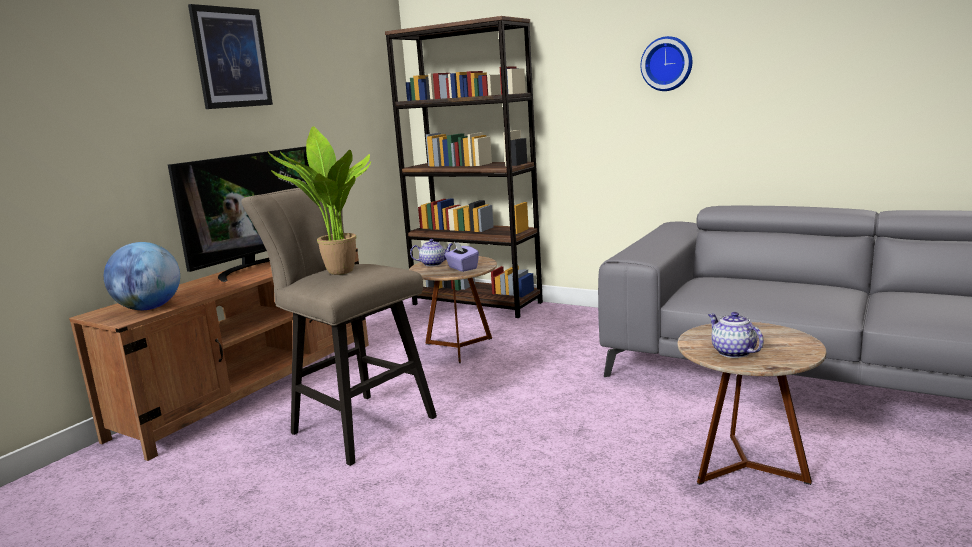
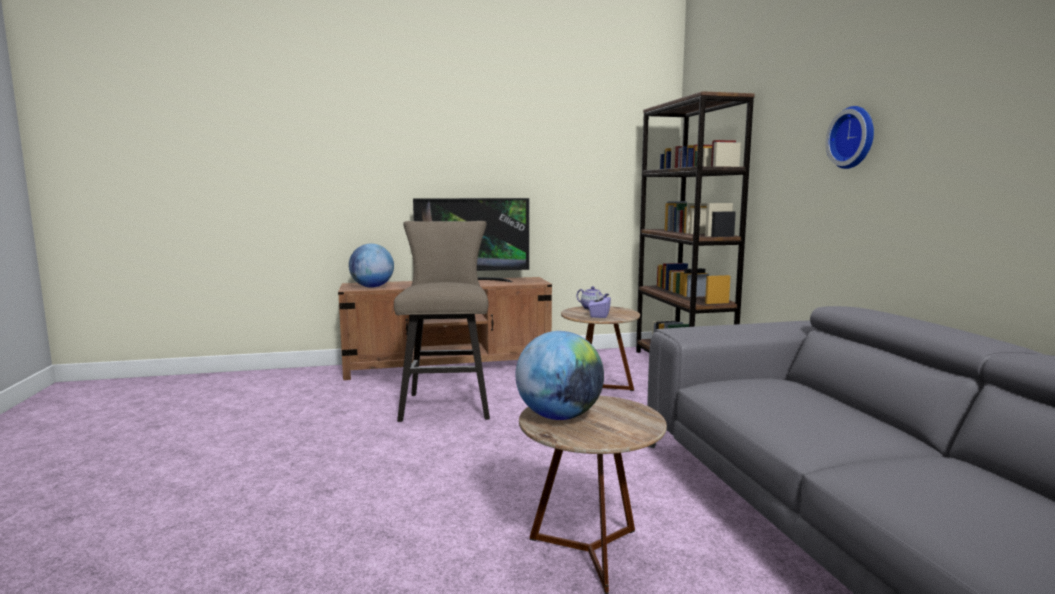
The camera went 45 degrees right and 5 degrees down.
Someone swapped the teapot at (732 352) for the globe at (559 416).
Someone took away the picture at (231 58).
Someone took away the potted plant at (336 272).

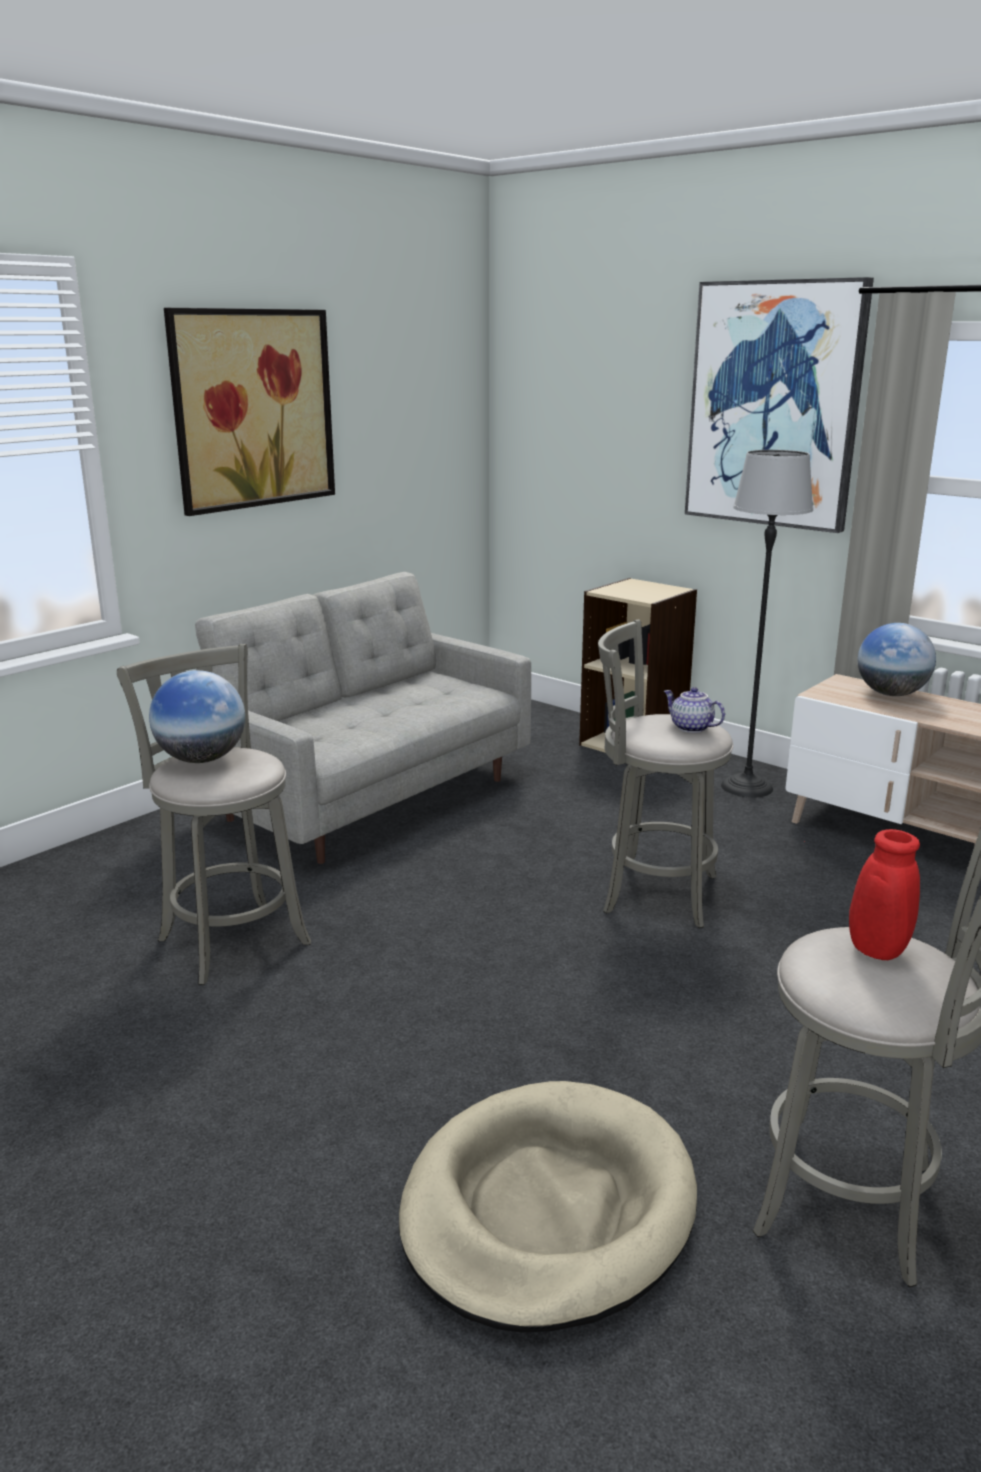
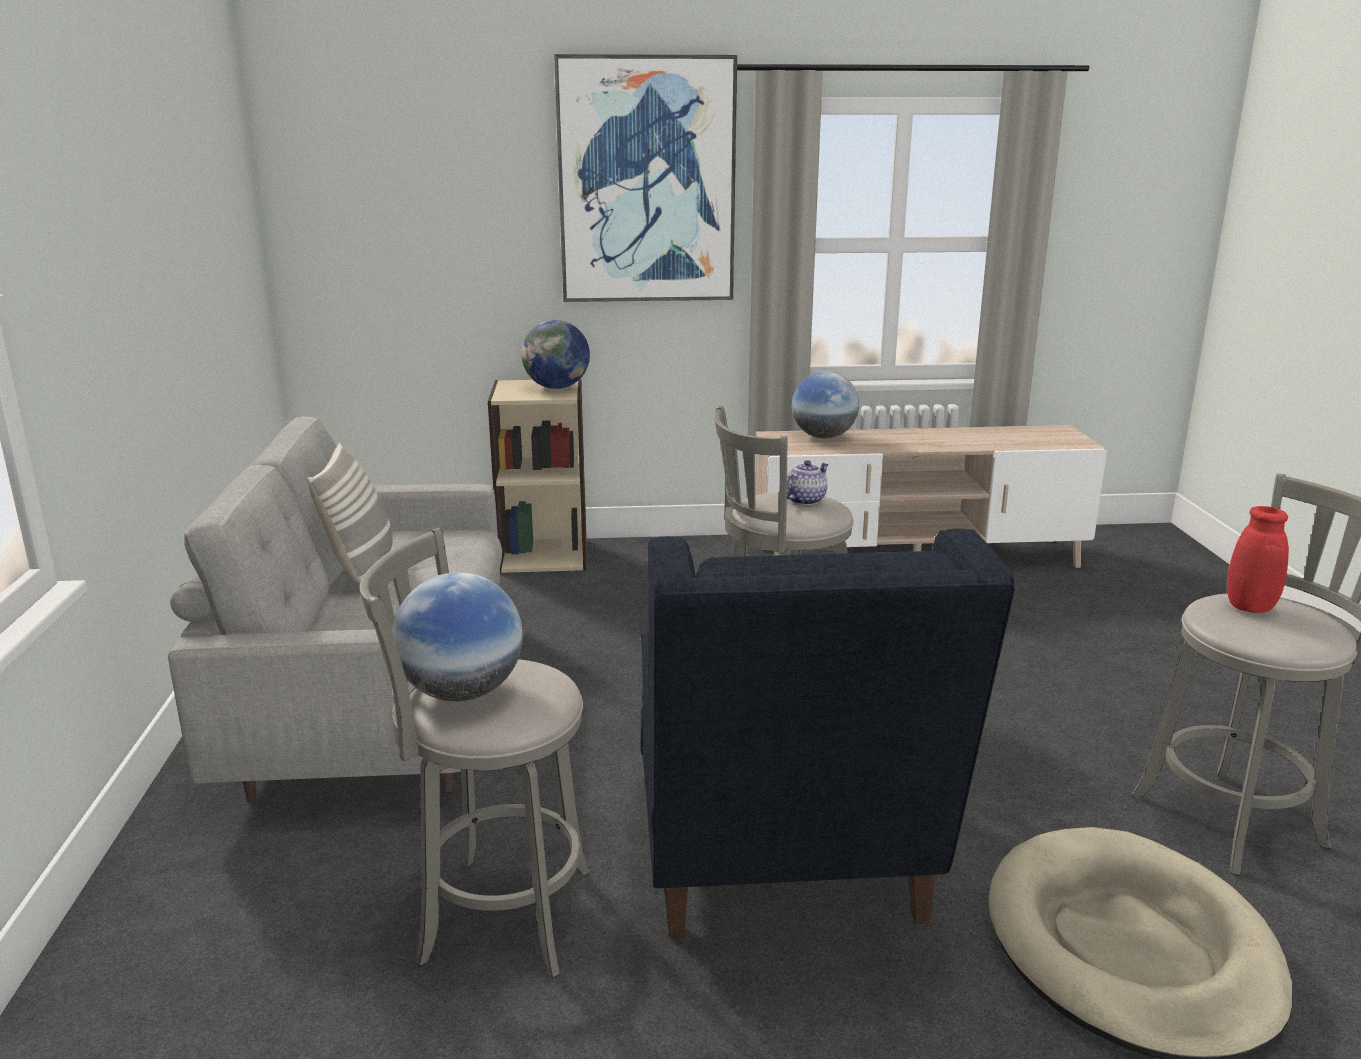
The camera went 45 degrees left and 0 degrees up.
Someone put down the pillow at (363 571).
Someone put down the globe at (557 387).
Someone put down the blue armchair at (784 864).
Someone rotated the teapot at (690 728) by 135 degrees clockwise.
Someone took away the picture at (253 409).
Someone took away the floor lamp at (747 787).

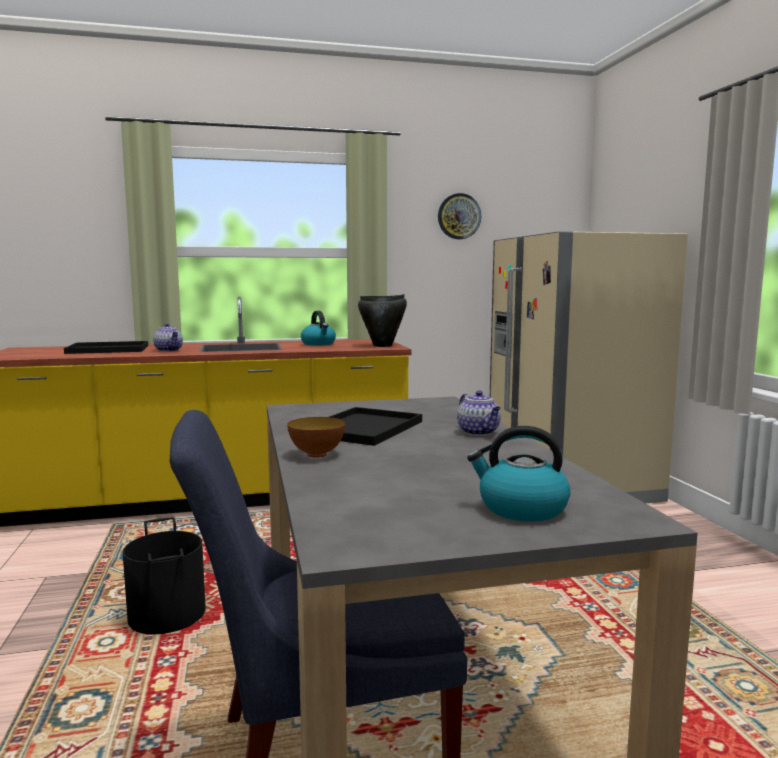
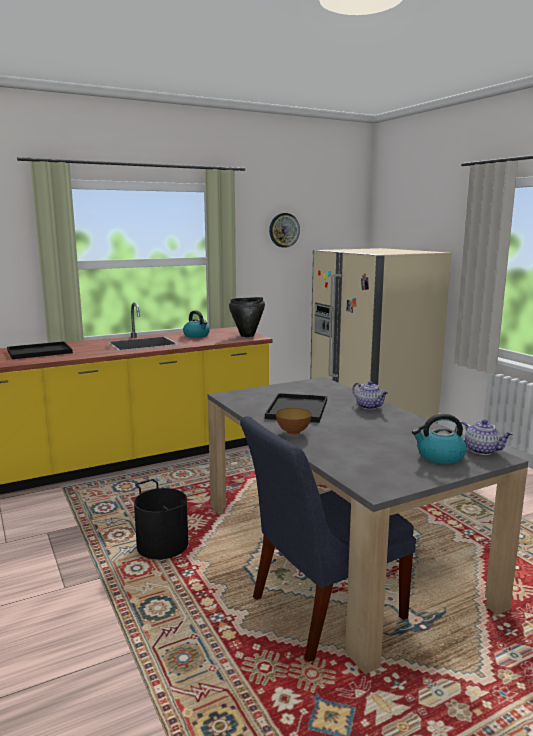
The camera went 15 degrees left and 5 degrees up.
Someone carried the teapot from (169 350) to (481 450).

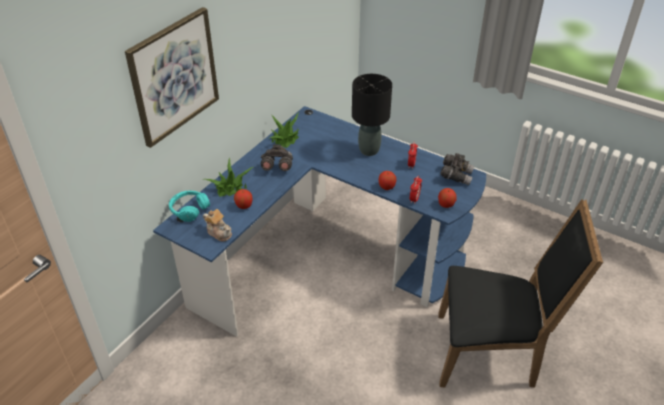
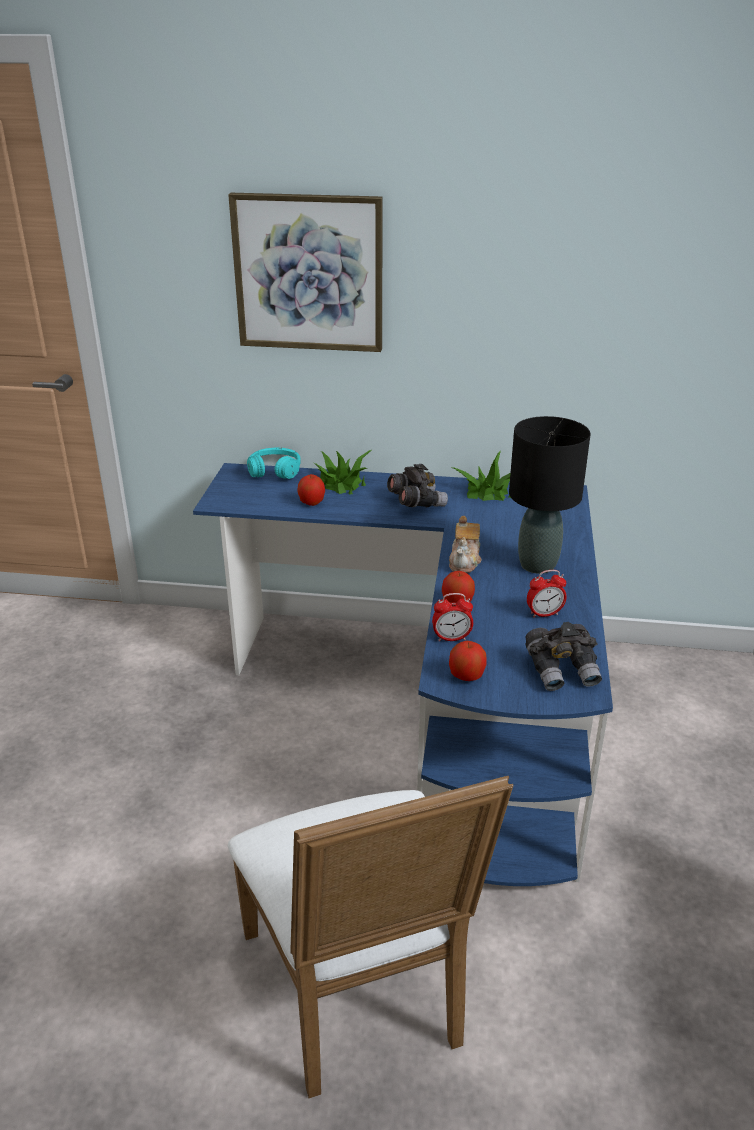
The camera went 65 degrees right and 10 degrees down.
Someone repainted the black chair at (491 353), which became the white chair at (360 995).
Someone carried the teapot from (219 232) to (465 561).

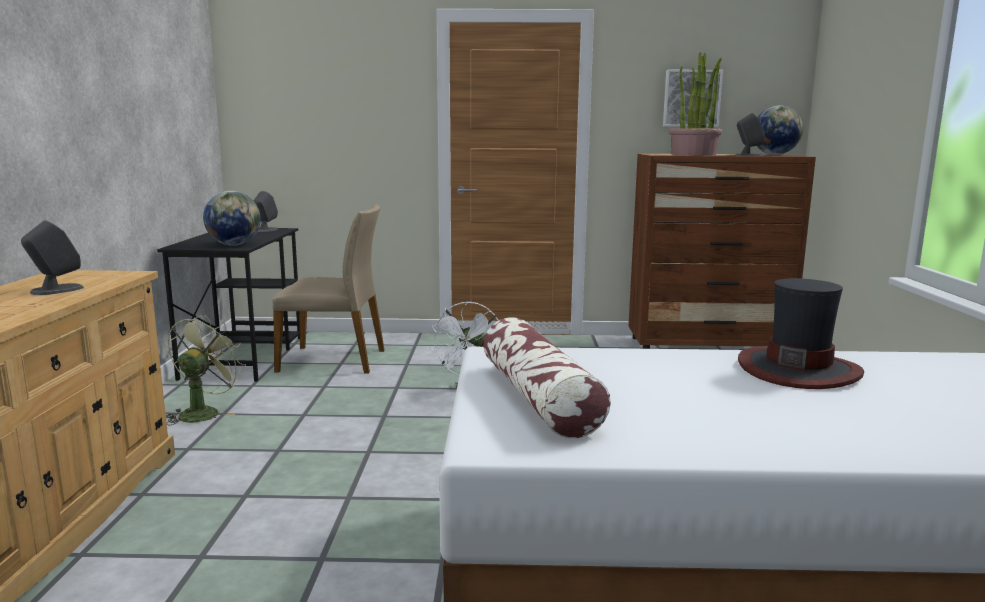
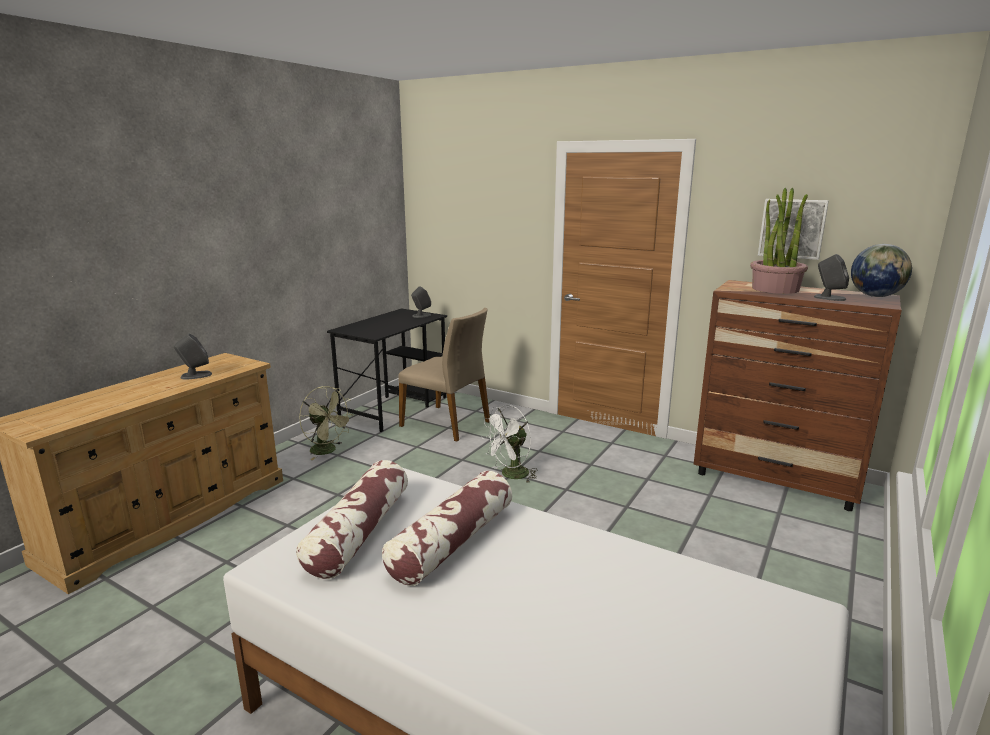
The camera went 30 degrees right and 5 degrees up.
Someone rotated the green fan at (204 412) by 75 degrees clockwise.
Someone put down the pillow at (452 542).
Someone took away the globe at (234 245).
Someone took away the hat at (798 369).

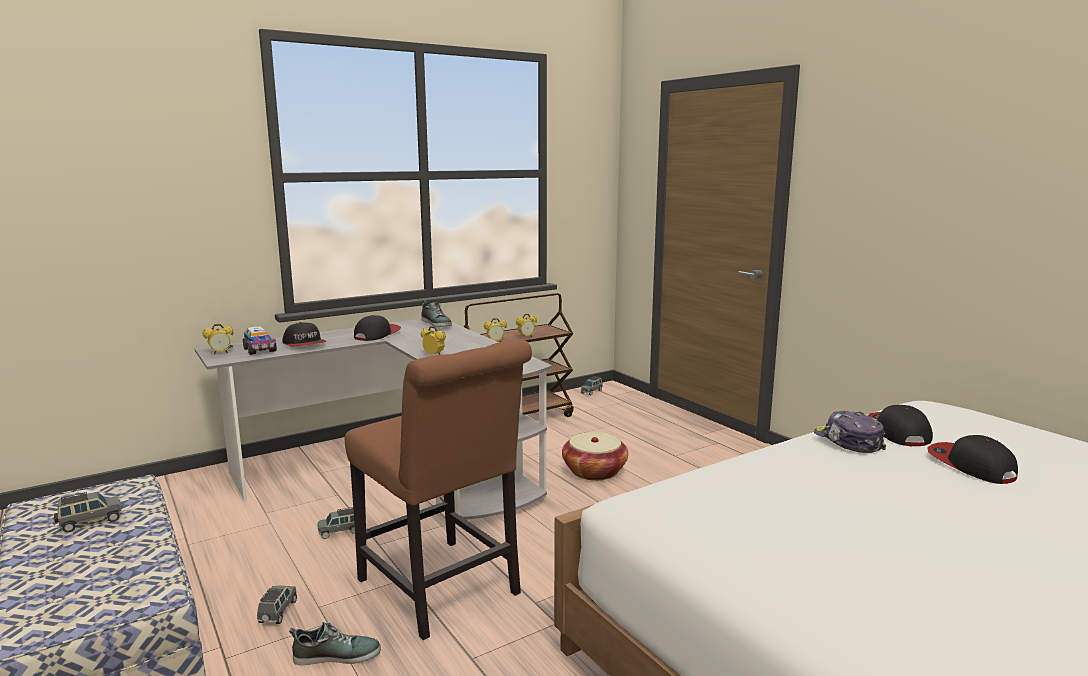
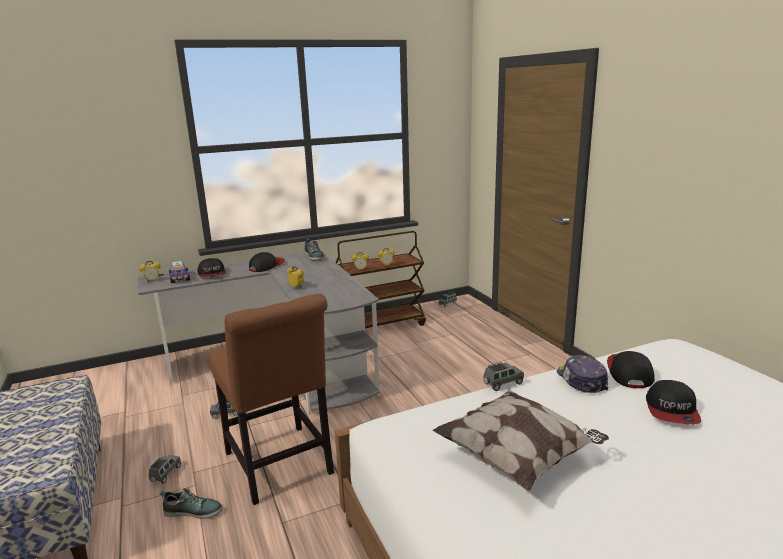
The camera went 10 degrees right and 5 degrees up.
Someone put down the pillow at (518 458).
Someone carried the grey toy car from (90 522) to (502 384).
Someone rotated the cap at (970 466) by 150 degrees counterclockwise.
Someone took away the basket at (594 471).

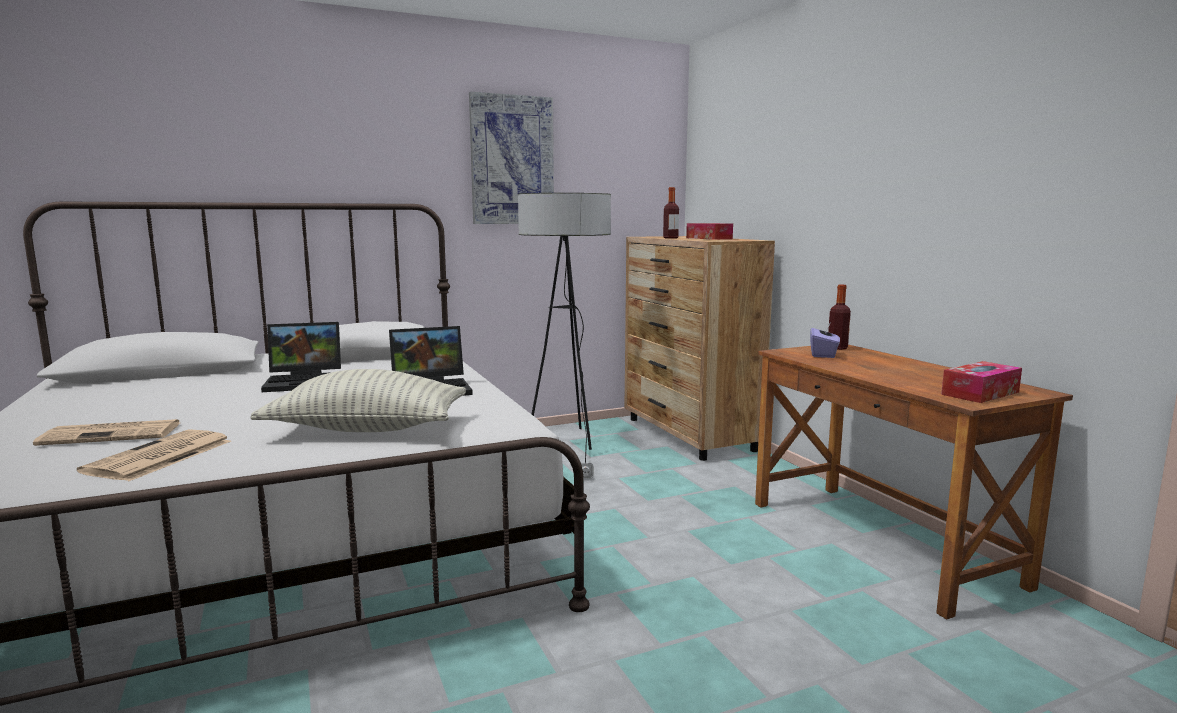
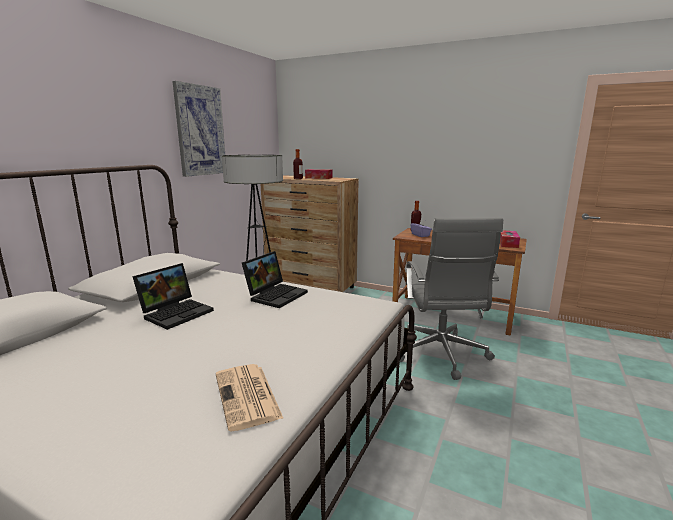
The camera went 40 degrees left and 5 degrees up.
Someone put down the grey office chair at (441 354).
Someone took away the newspaper at (114 434).
Someone took away the pillow at (368 429).

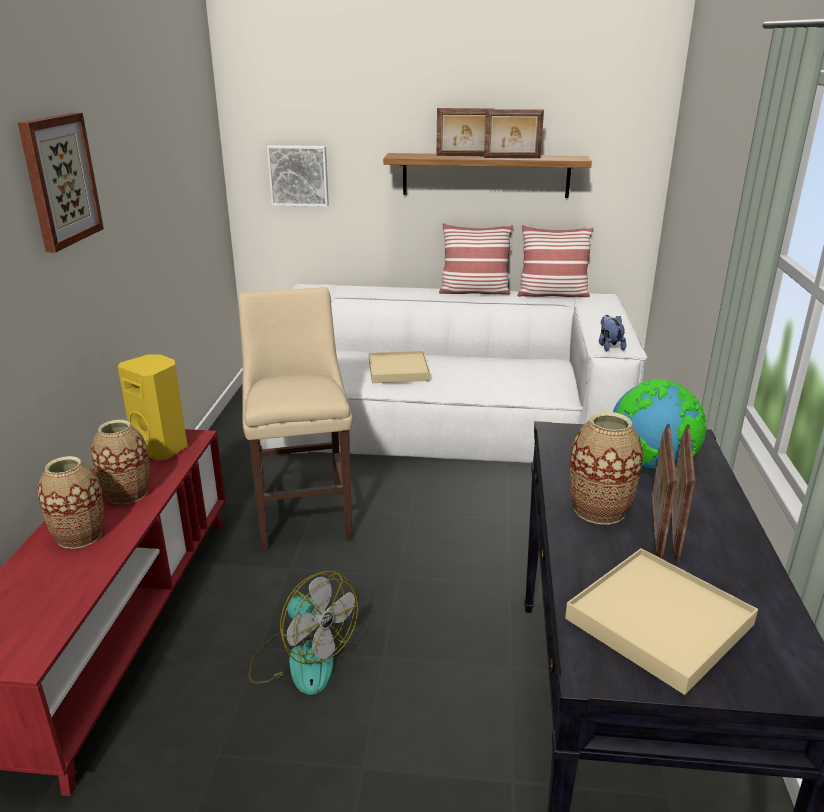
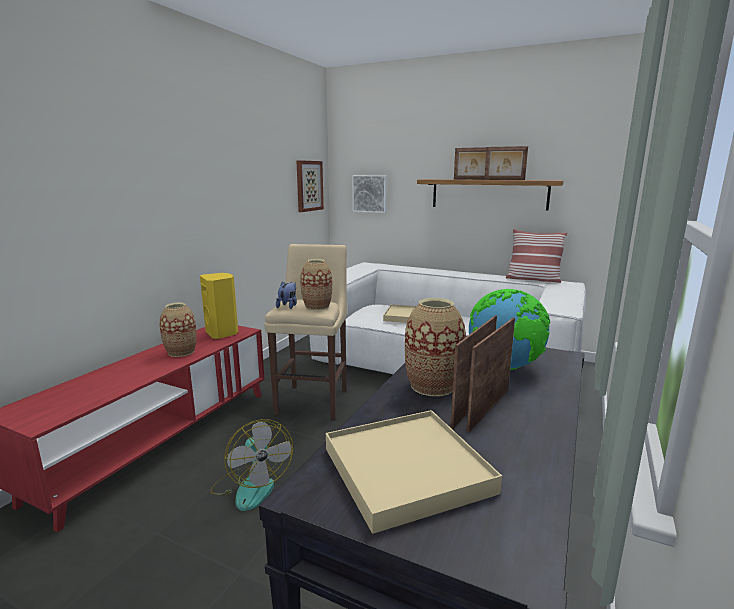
The camera went 20 degrees right and 10 degrees down.
Someone carried the plush toy from (609 346) to (288 306).
Someone carried the picture from (59 180) to (309 186).
Someone carried the vase from (80 536) to (317 306).
Someone took away the pillow at (474 292).

